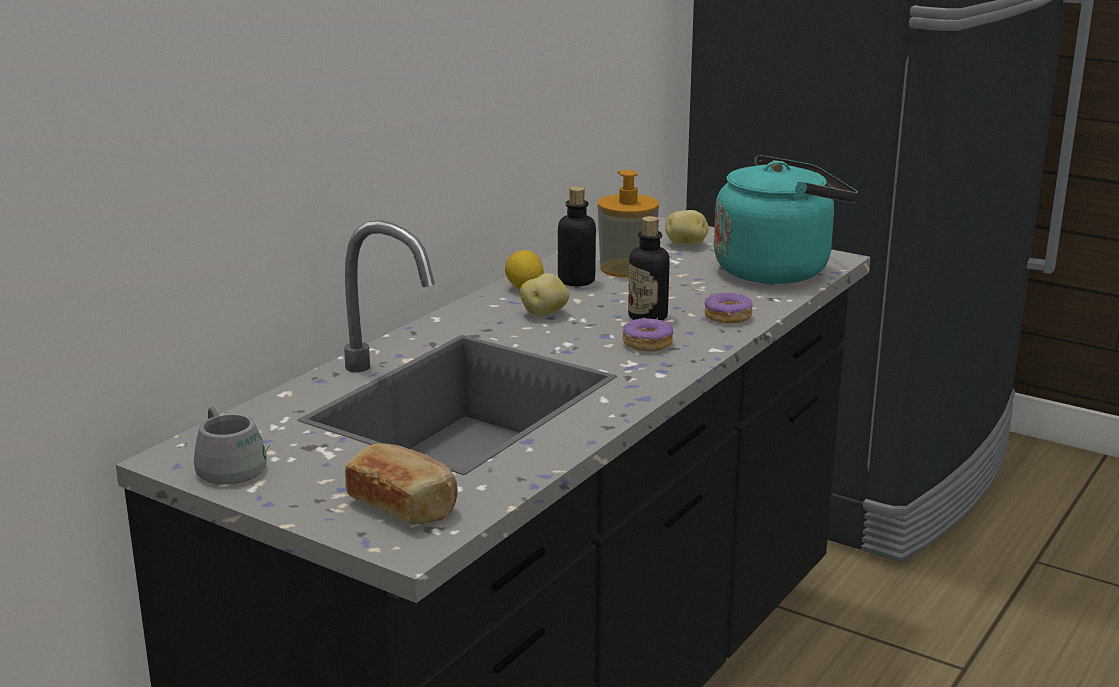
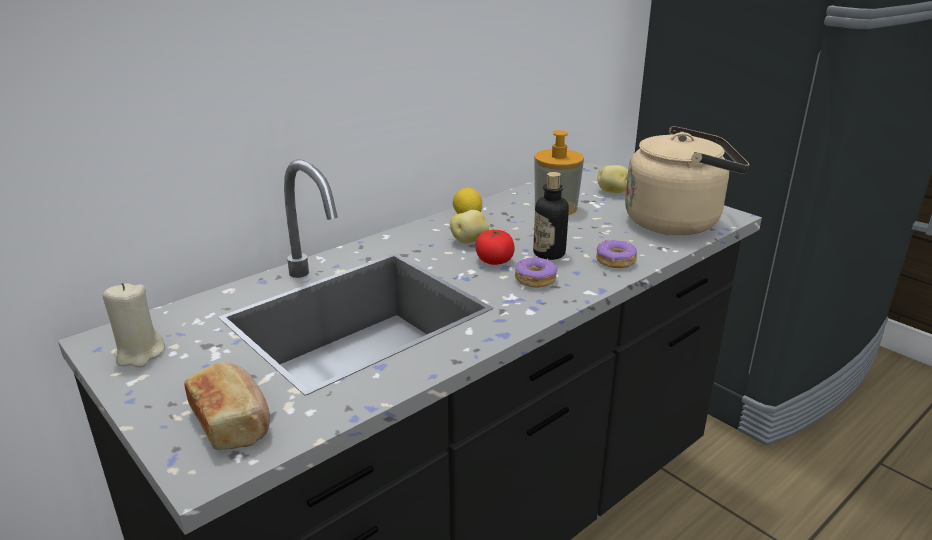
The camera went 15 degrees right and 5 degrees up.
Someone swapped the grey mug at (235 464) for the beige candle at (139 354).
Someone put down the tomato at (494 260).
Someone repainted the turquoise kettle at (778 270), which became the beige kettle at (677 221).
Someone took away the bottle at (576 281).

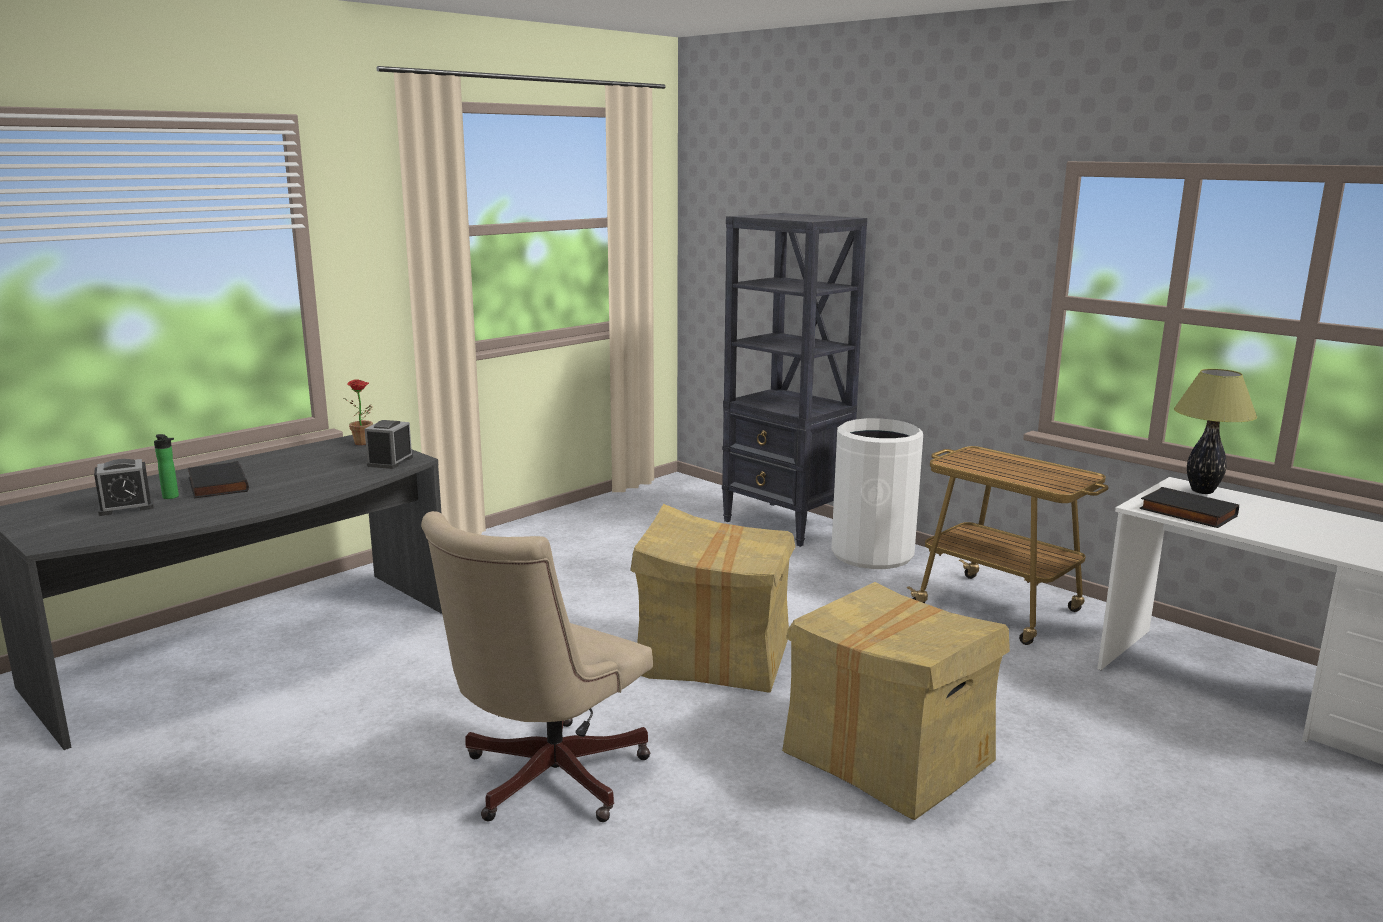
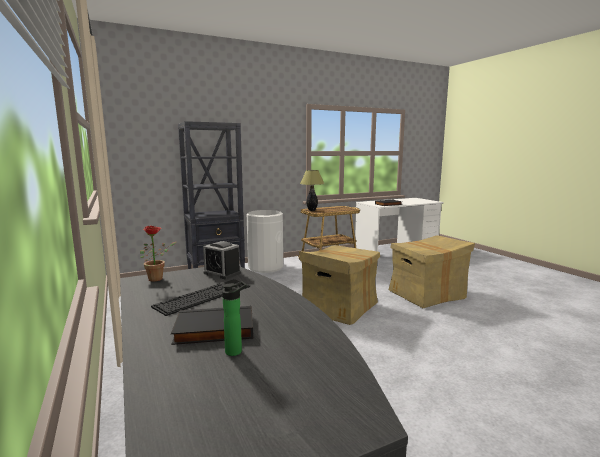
The camera went 70 degrees left and 5 degrees down.
Someone put down the keyboard at (204 296).
Someone carried the table lamp from (1202 491) to (312 210).
Someone took away the alarm clock at (126 507).
Someone took away the beige office chair at (544 780).

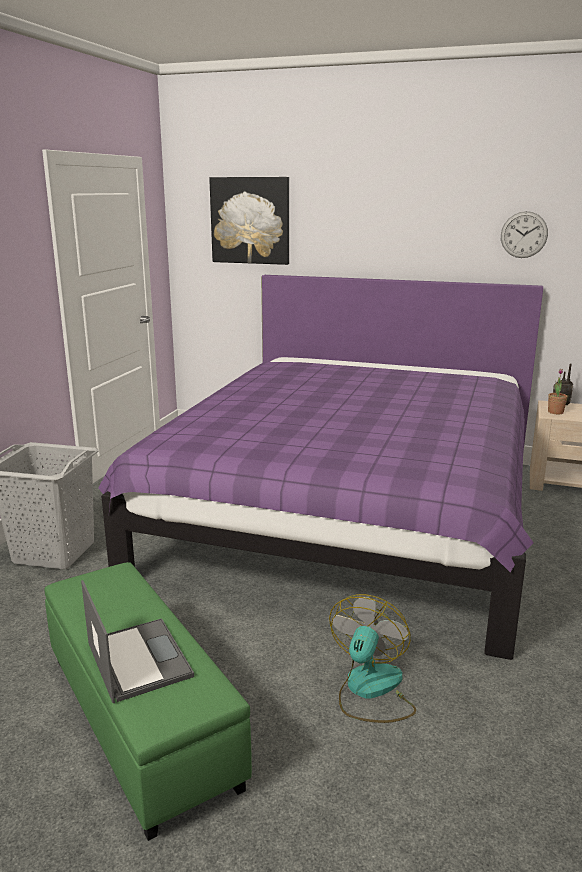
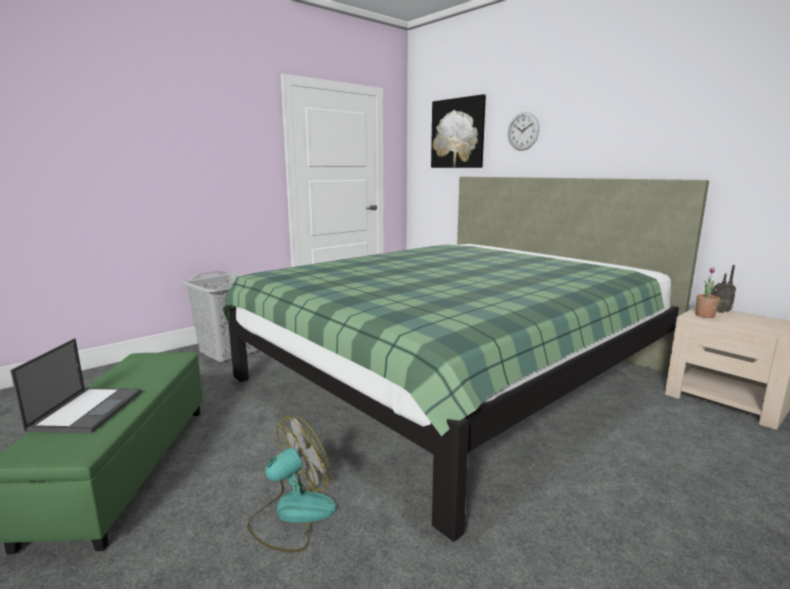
The camera went 30 degrees right and 5 degrees down.
Someone repainted the purple bed at (349 515), which became the green bed at (454 375).
Someone carried the wall clock from (524 234) to (523 131).

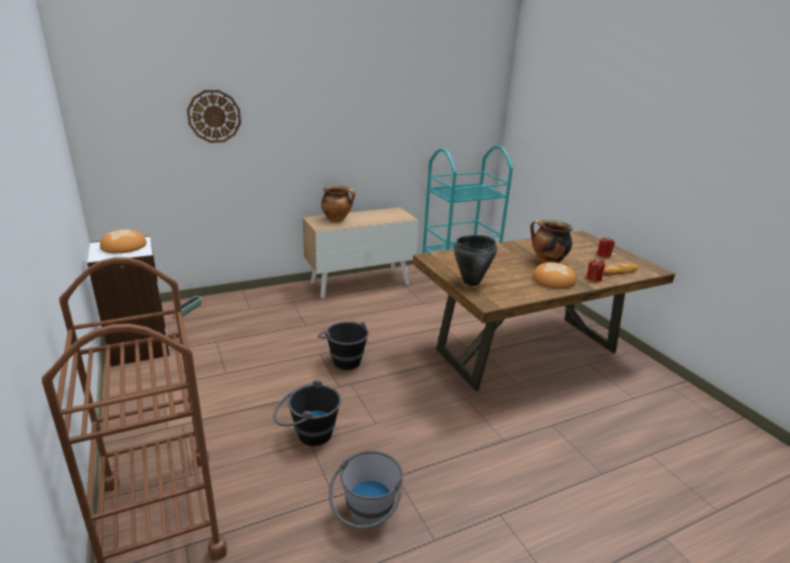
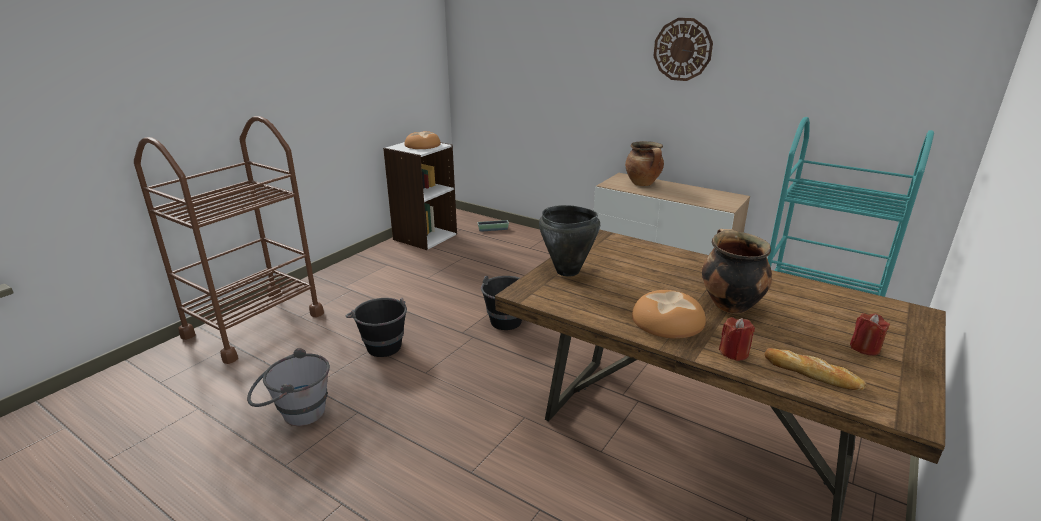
The camera went 60 degrees right and 0 degrees up.
Someone carried the wall clock from (214 116) to (682 49).

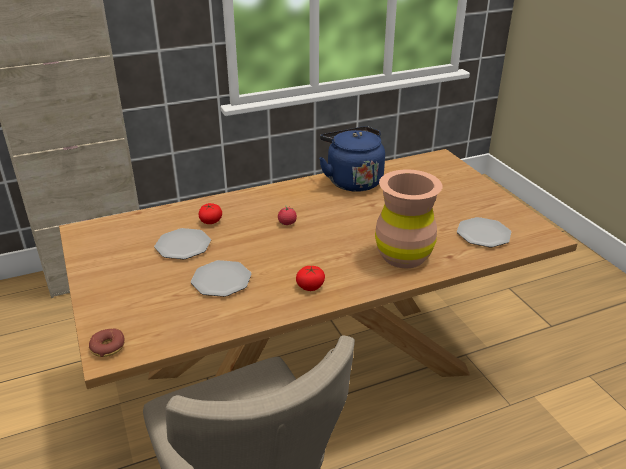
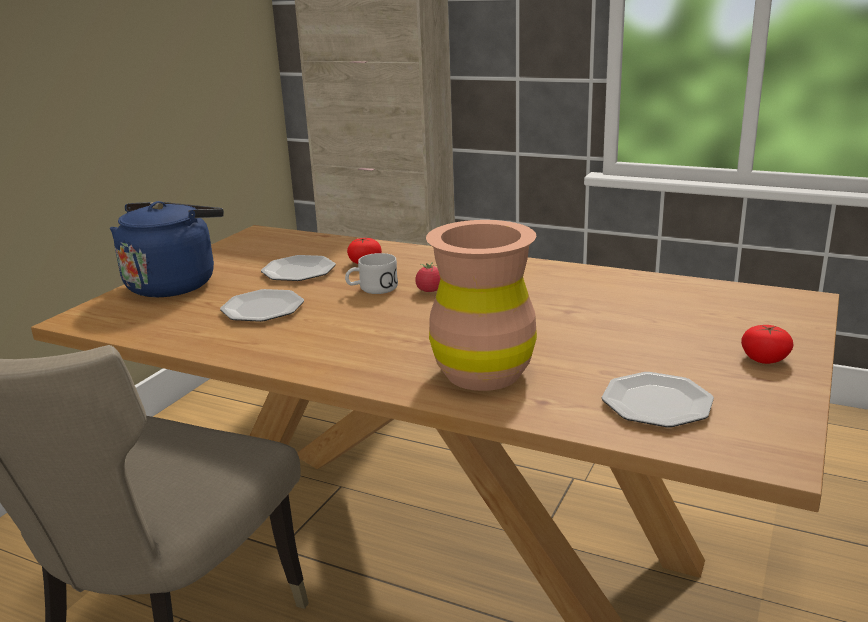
The camera went 50 degrees right and 10 degrees down.
Someone carried the blue kettle from (352 180) to (174 284).
Someone put down the white mug at (372 289).
Someone carried the tomato from (310 286) to (764 358).
Someone took away the donut at (108 347).

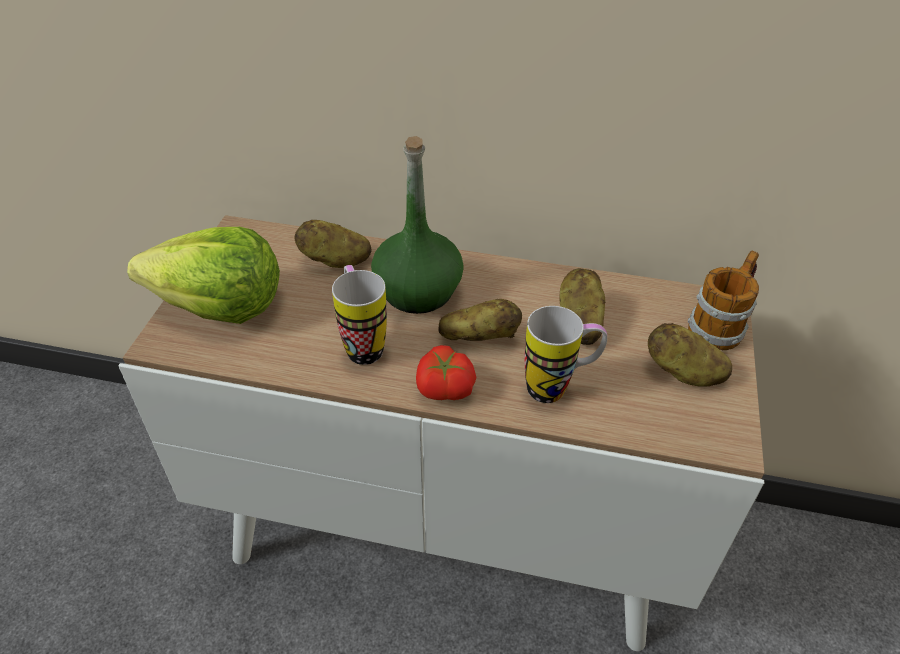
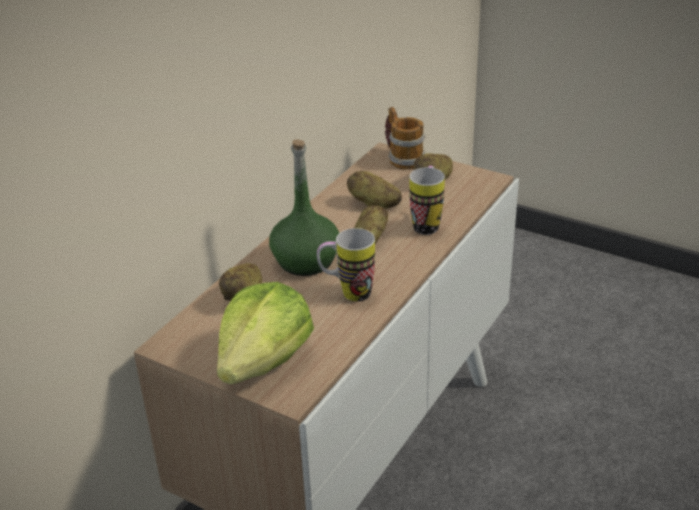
The camera went 70 degrees left and 10 degrees down.
Someone took away the tomato at (443 388).

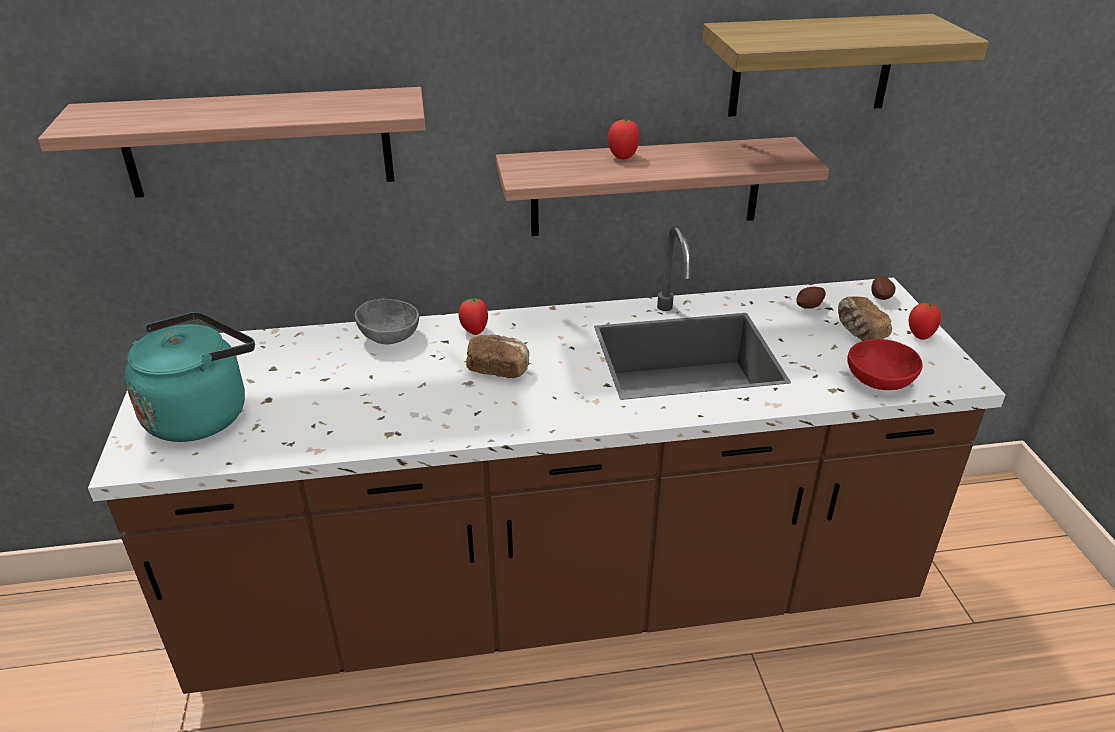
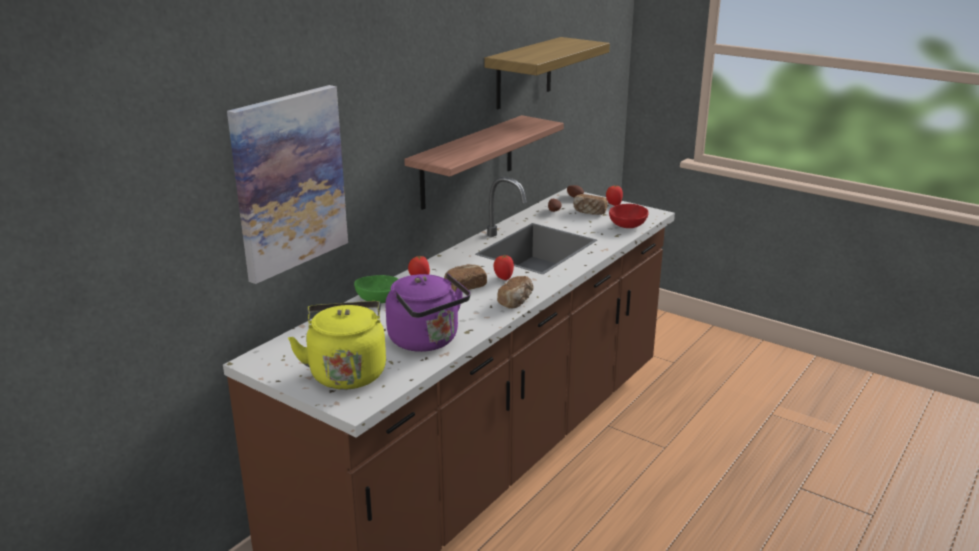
The camera went 45 degrees left and 10 degrees down.
Someone swapped the shelf at (258 142) for the picture at (289 182).
Someone repainted the turquoise kettle at (202 413), which became the yellow kettle at (347 372).
Someone repainted the grey bowl at (390 336), which became the green bowl at (378 299).
Someone put down the purple kettle at (427 341).
Someone carried the tomato from (622 156) to (503 278).
Someone put down the bread at (516 301).

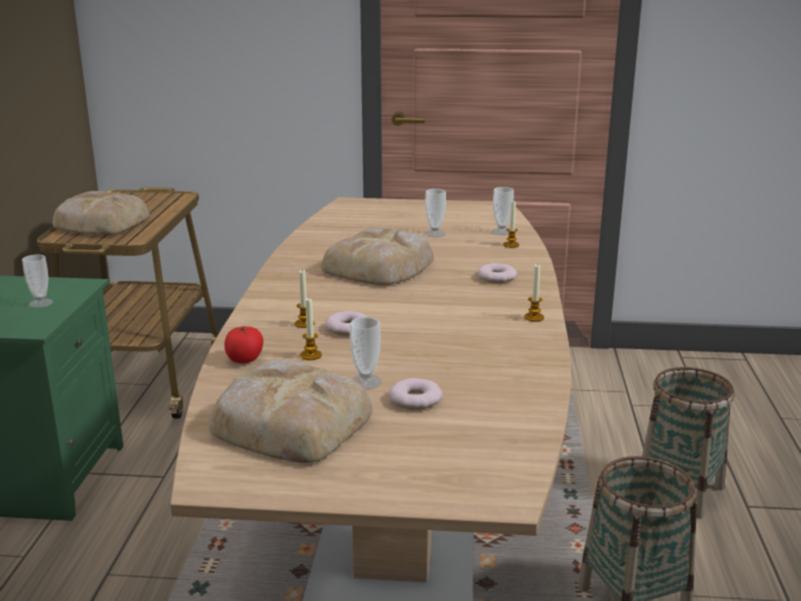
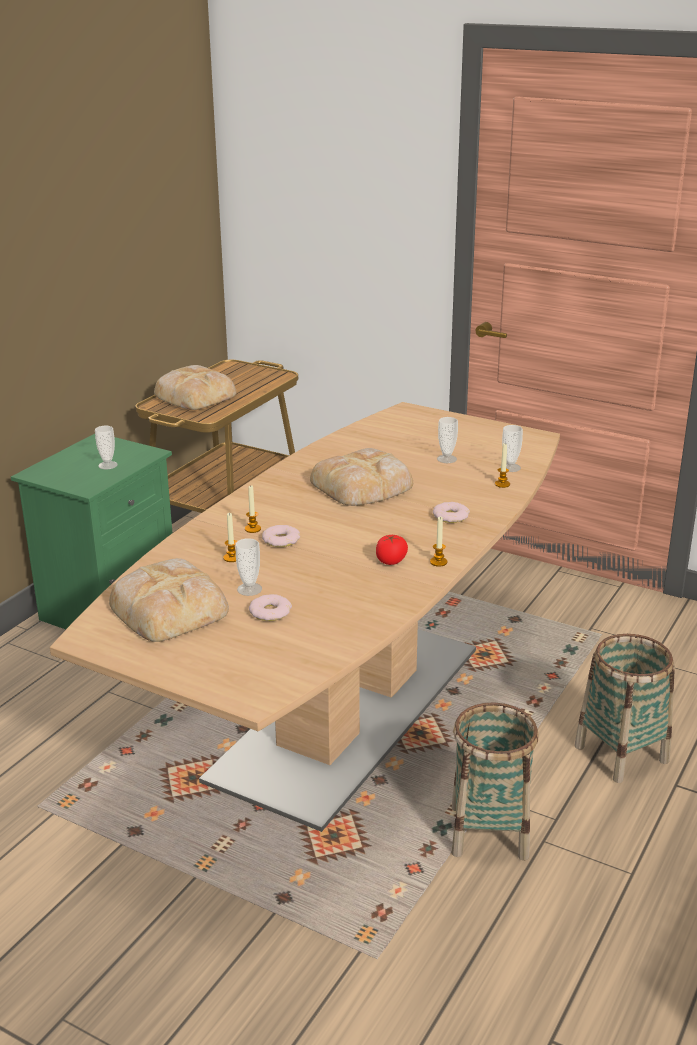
The camera went 25 degrees right and 5 degrees up.
Someone carried the tomato from (244 359) to (391 561).

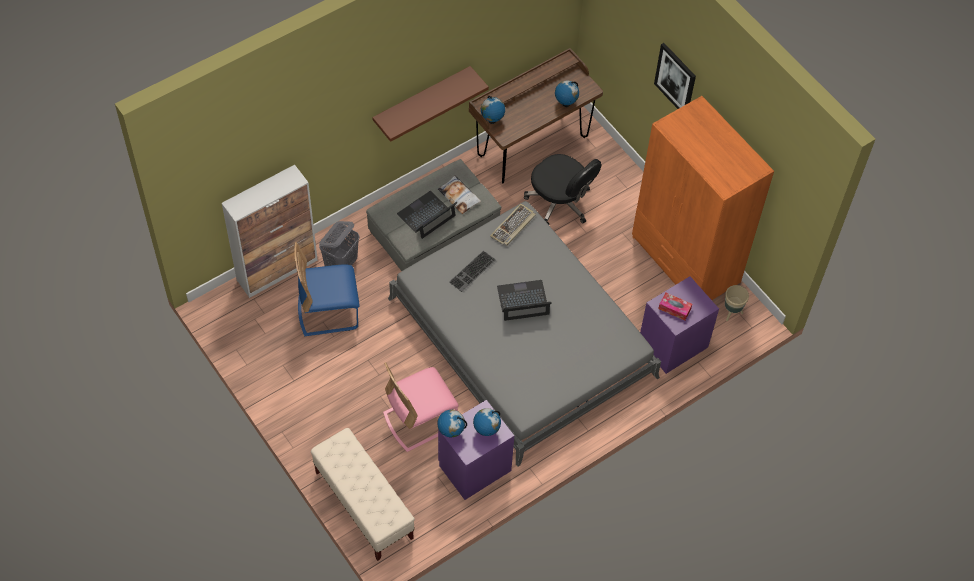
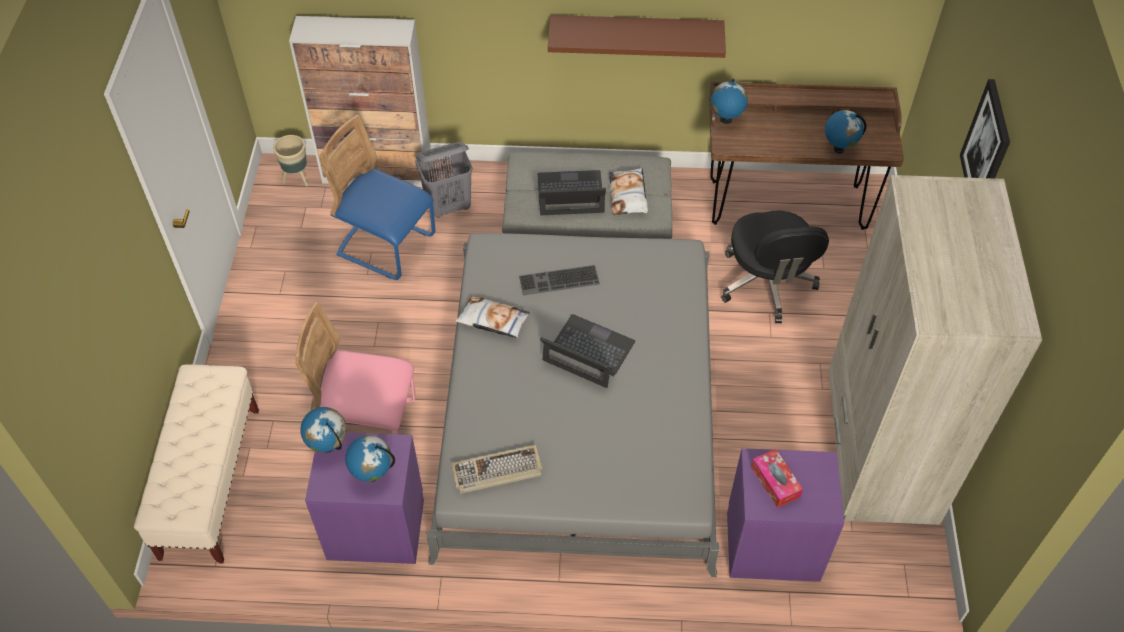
The camera went 40 degrees right and 5 degrees down.
Someone carried the beige planter from (731 313) to (297 179).
Someone carried the keyboard from (513 226) to (497 471).
Someone put down the pillow at (493 321).
Someone repainted the orange wardrobe at (685 260), which became the beige wardrobe at (879 448).

